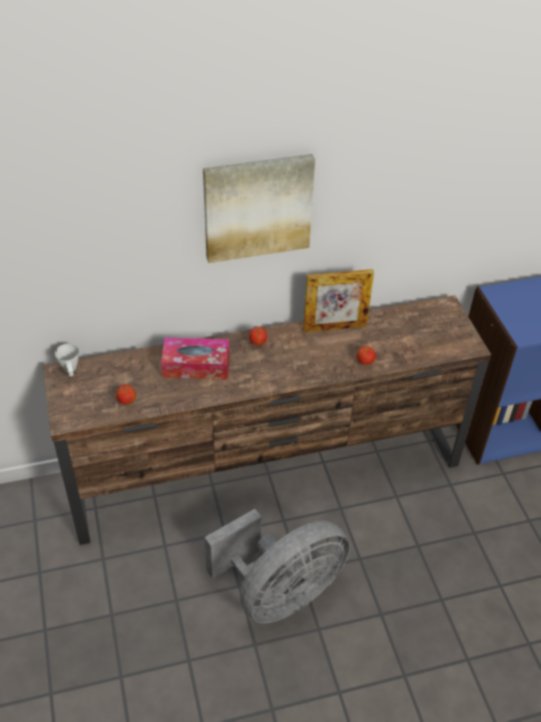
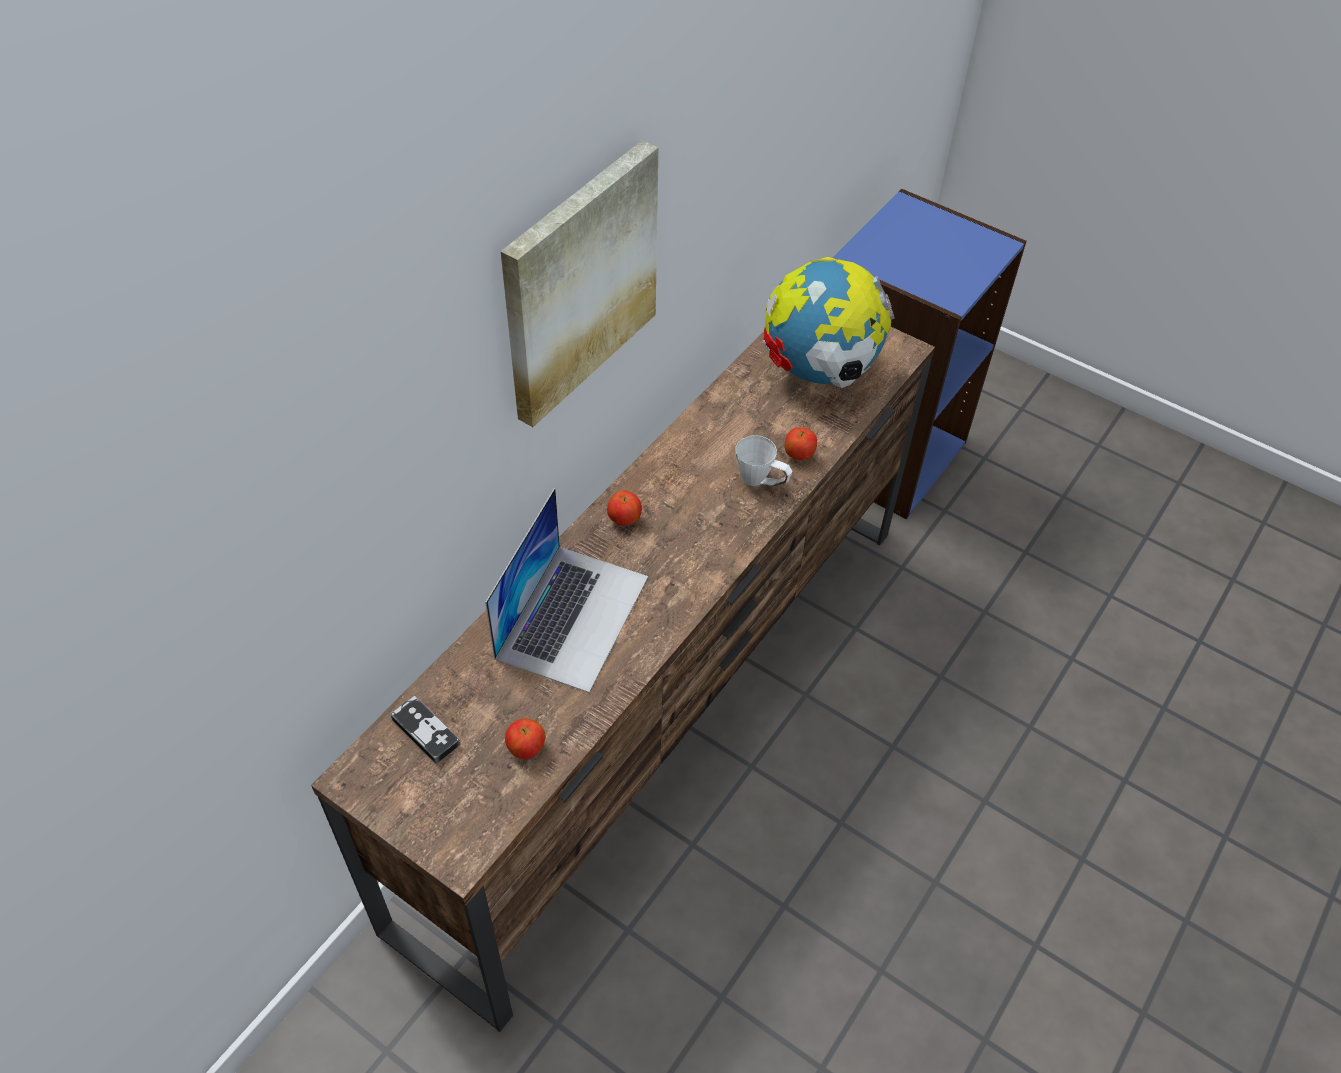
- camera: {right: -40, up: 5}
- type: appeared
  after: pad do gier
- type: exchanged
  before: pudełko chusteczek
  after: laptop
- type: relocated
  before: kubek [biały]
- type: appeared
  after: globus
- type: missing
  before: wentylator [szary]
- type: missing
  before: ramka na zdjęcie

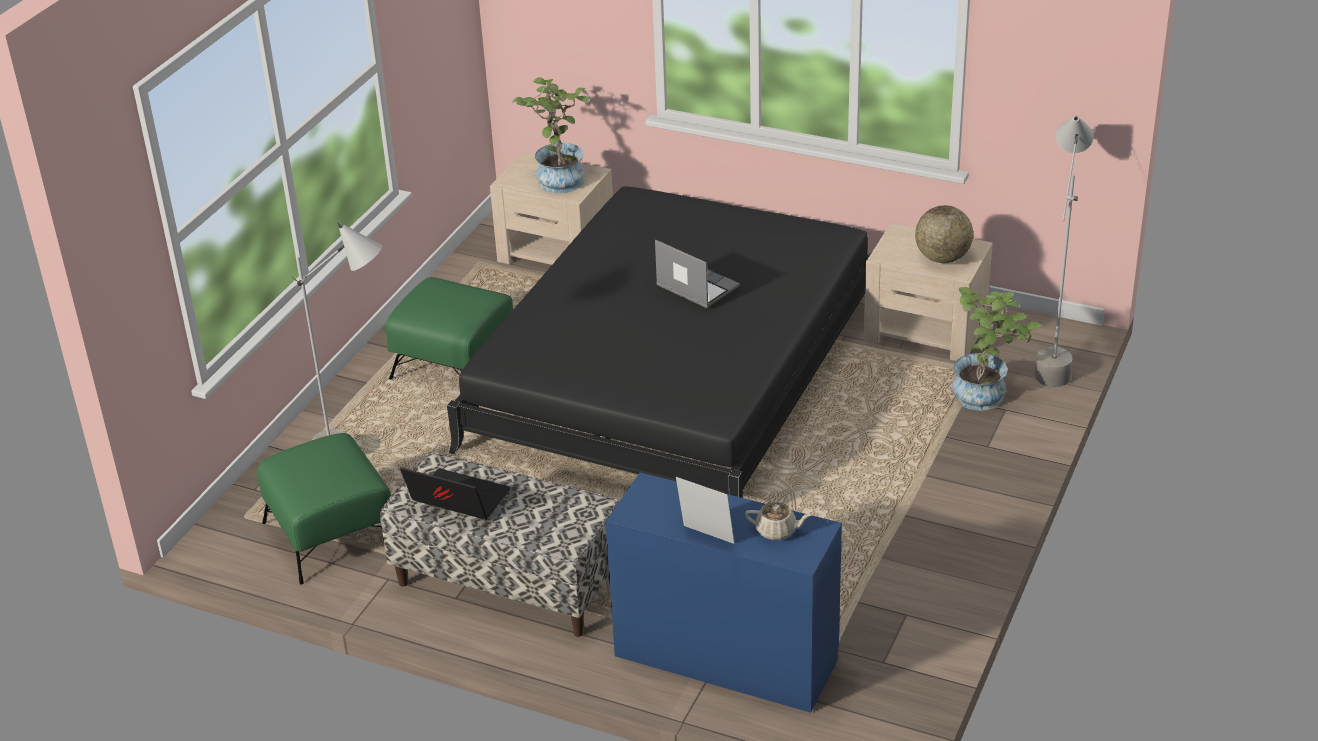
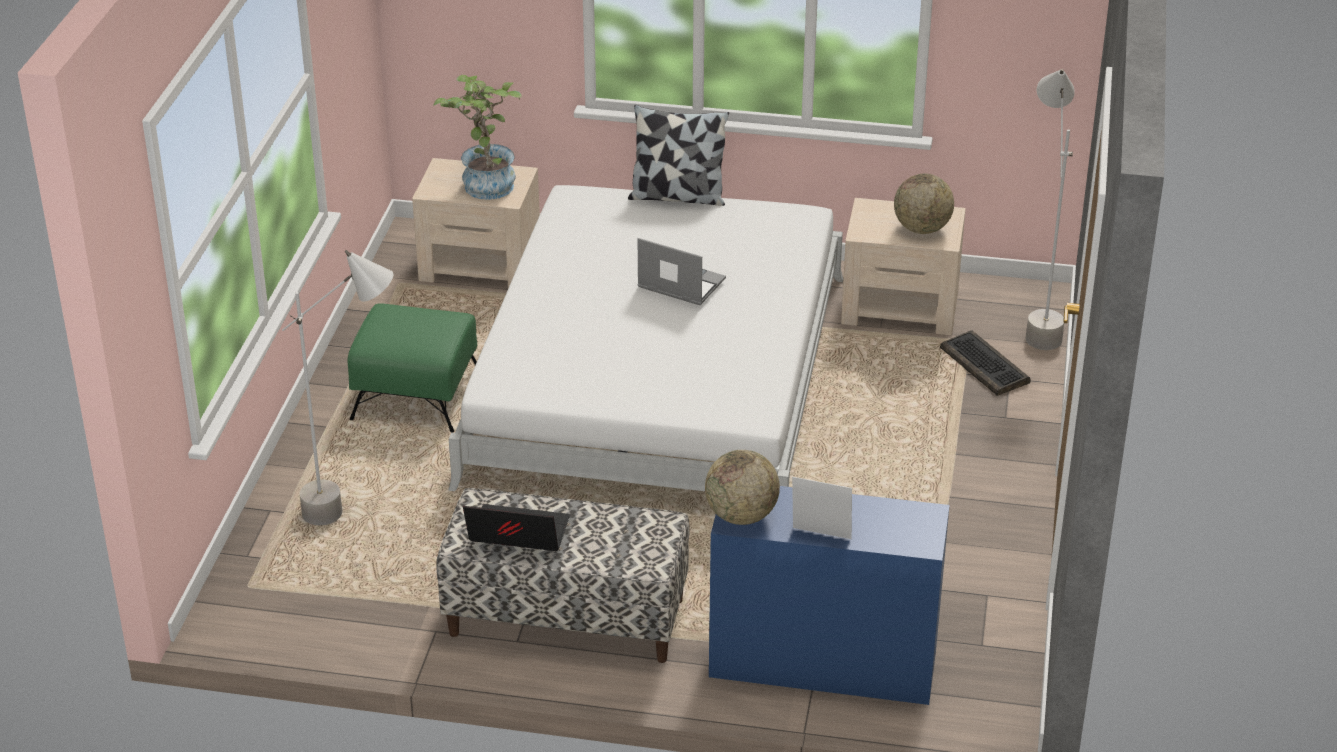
- camera: {right: -15, up: 0}
- type: colour
  before: łóżko [czarny]
  after: łóżko [biały]
- type: appeared
  after: poduszka
- type: appeared
  after: globus (no. 1 from left)
- type: exchanged
  before: roślina doniczkowa (no. 2 from left)
  after: klawiatura
- type: missing
  before: pufa [zielony] (no. 1 from left)
- type: missing
  before: imbryk [beżowy]

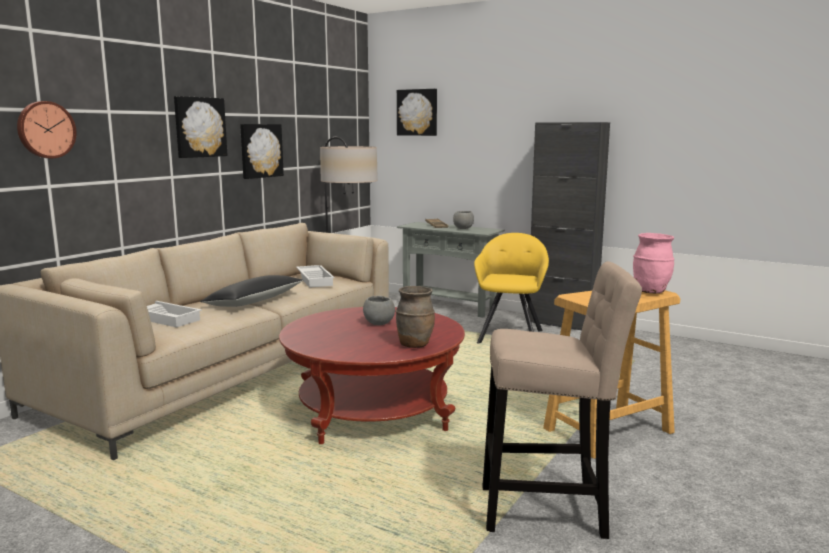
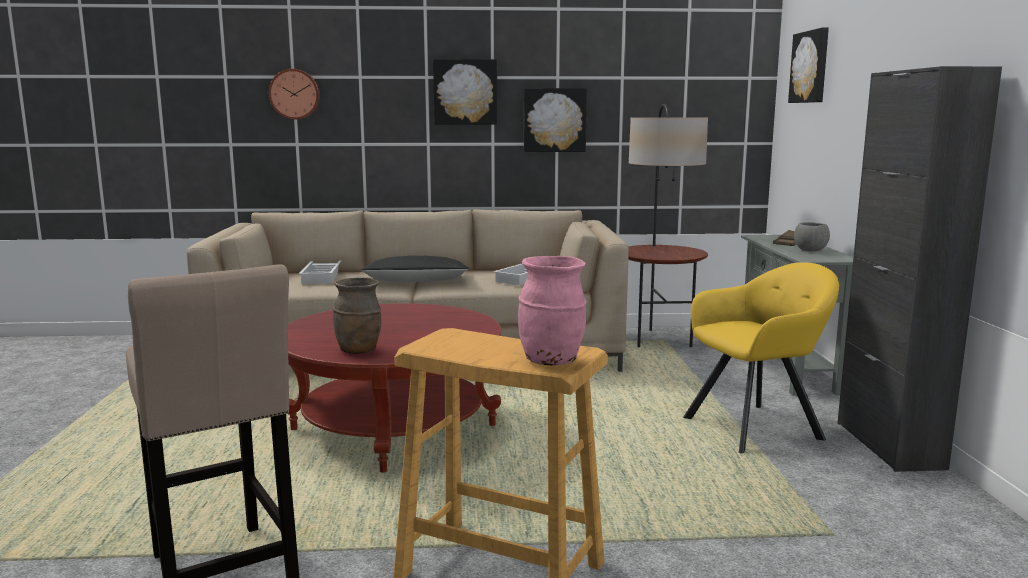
- camera: {right: 55, up: 0}
- type: missing
  before: miska [szary] (no. 1 from left)

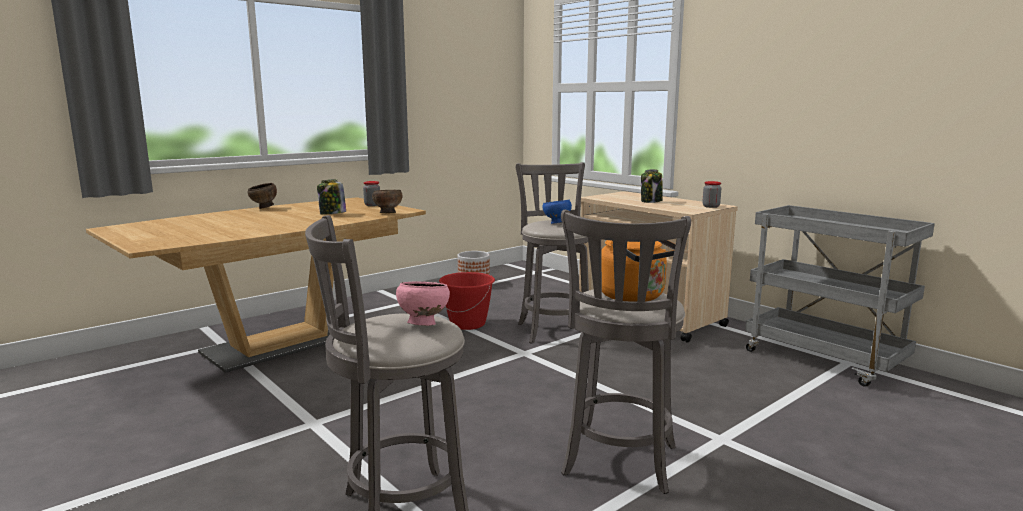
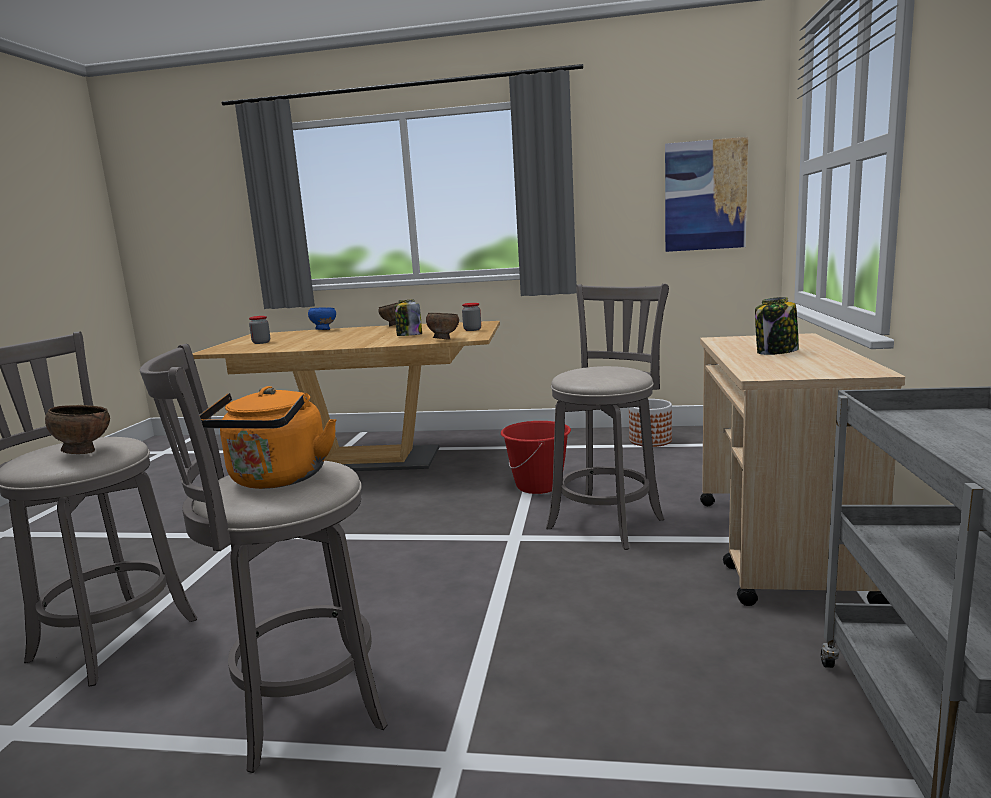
- camera: {right: 50, up: 0}
- type: colour
  before: miska [różowy]
  after: miska [brązowy] (no. 1 from left)
- type: relocated
  before: słoik (no. 4 from left in the first image)
  after: słoik (no. 1 from left)
- type: relocated
  before: miska [niebieski]
- type: appeared
  after: obraz

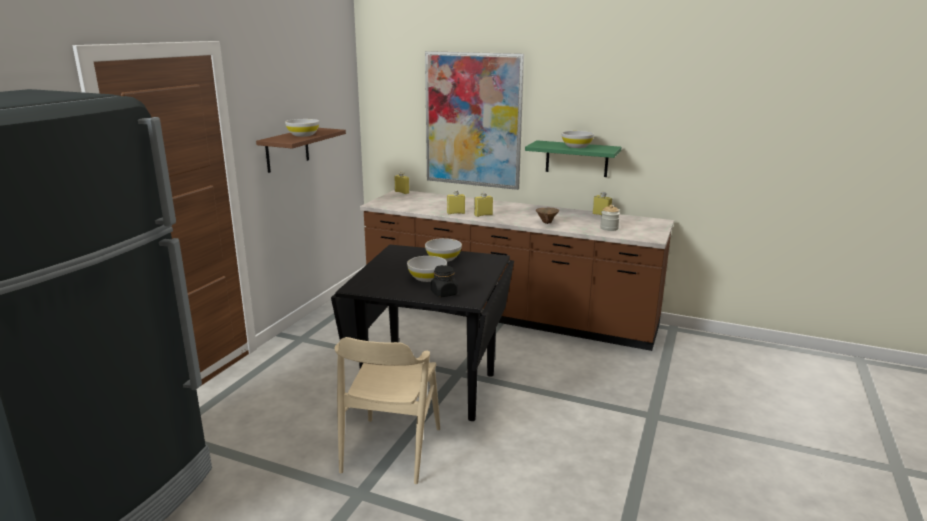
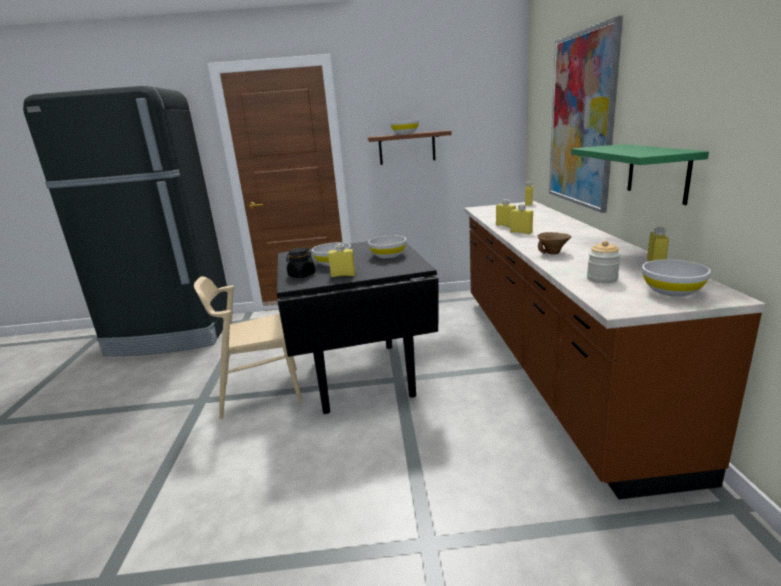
- camera: {right: 65, up: 0}
- type: appeared
  after: butelka [żółty] (no. 1 from left)
- type: relocated
  before: miska [biały] (no. 4 from left)

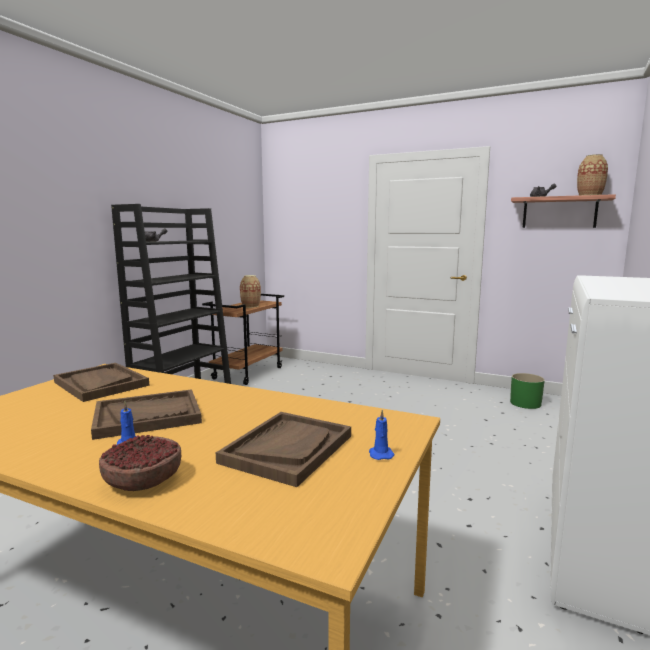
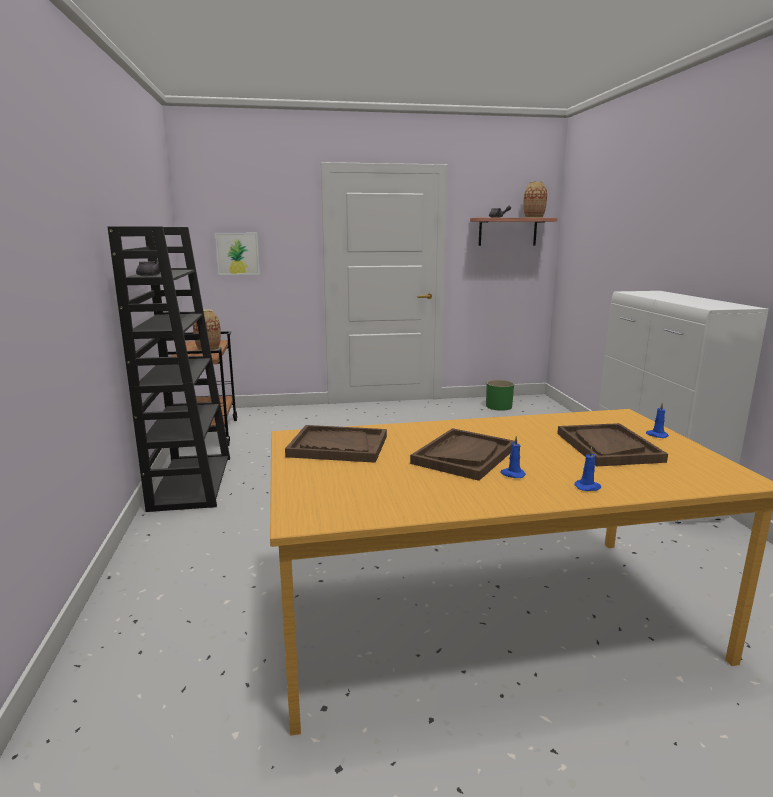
- camera: {right: -35, up: 5}
- type: appeared
  after: obraz
- type: exchanged
  before: miska
  after: świeca [niebieski] (no. 2 from left)

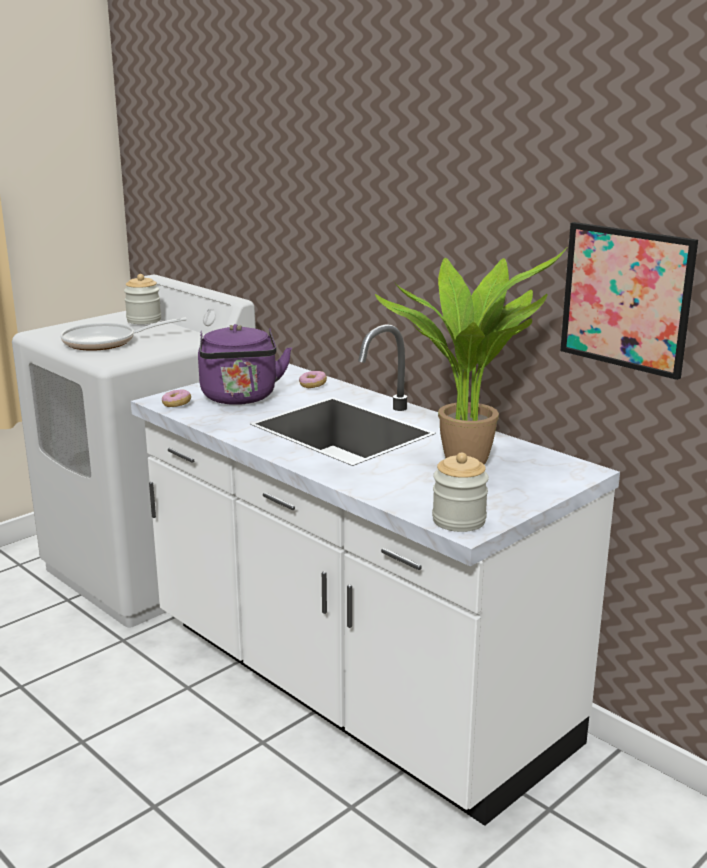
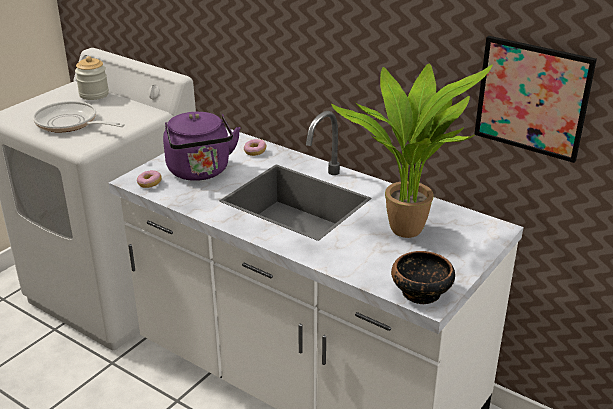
- camera: {right: -10, up: 10}
- type: spun
  before: patelnia
  turn: 60
- type: exchanged
  before: słoik (no. 2 from left)
  after: miska

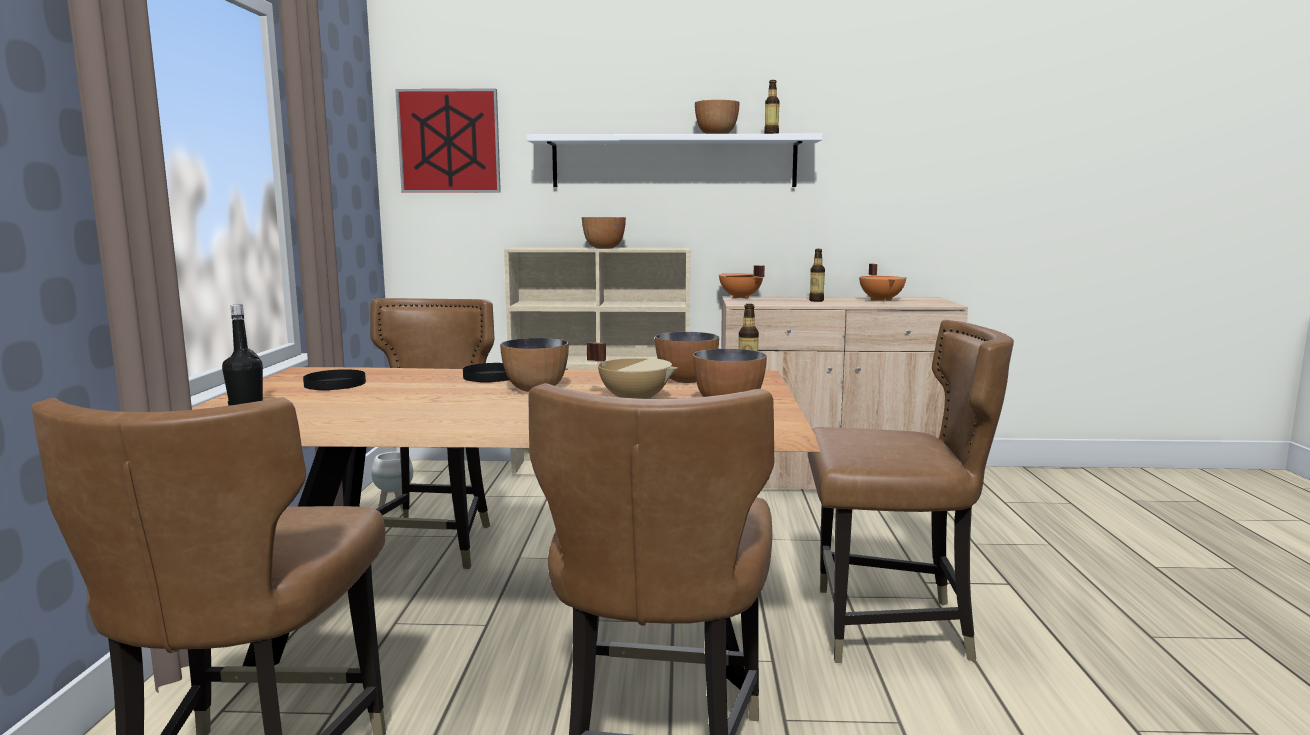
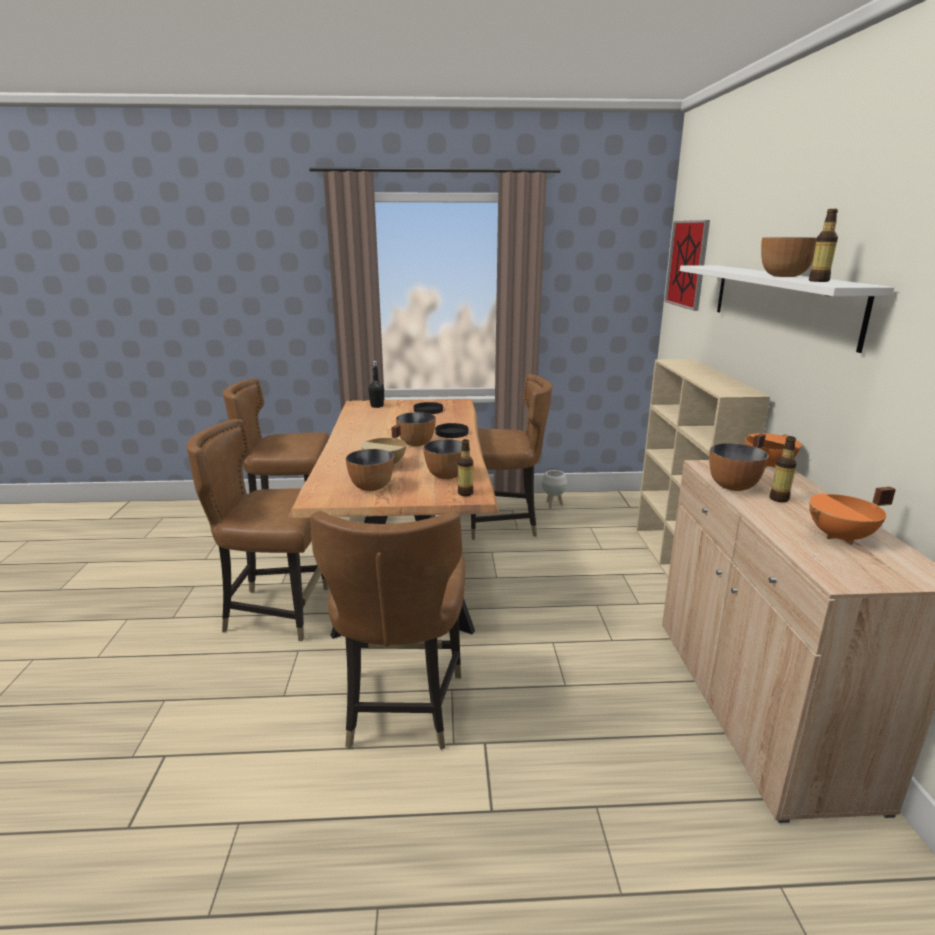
- camera: {right: 85, up: 10}
- type: relocated
  before: miska (no. 2 from left in the first image)
  after: miska (no. 4 from left)

